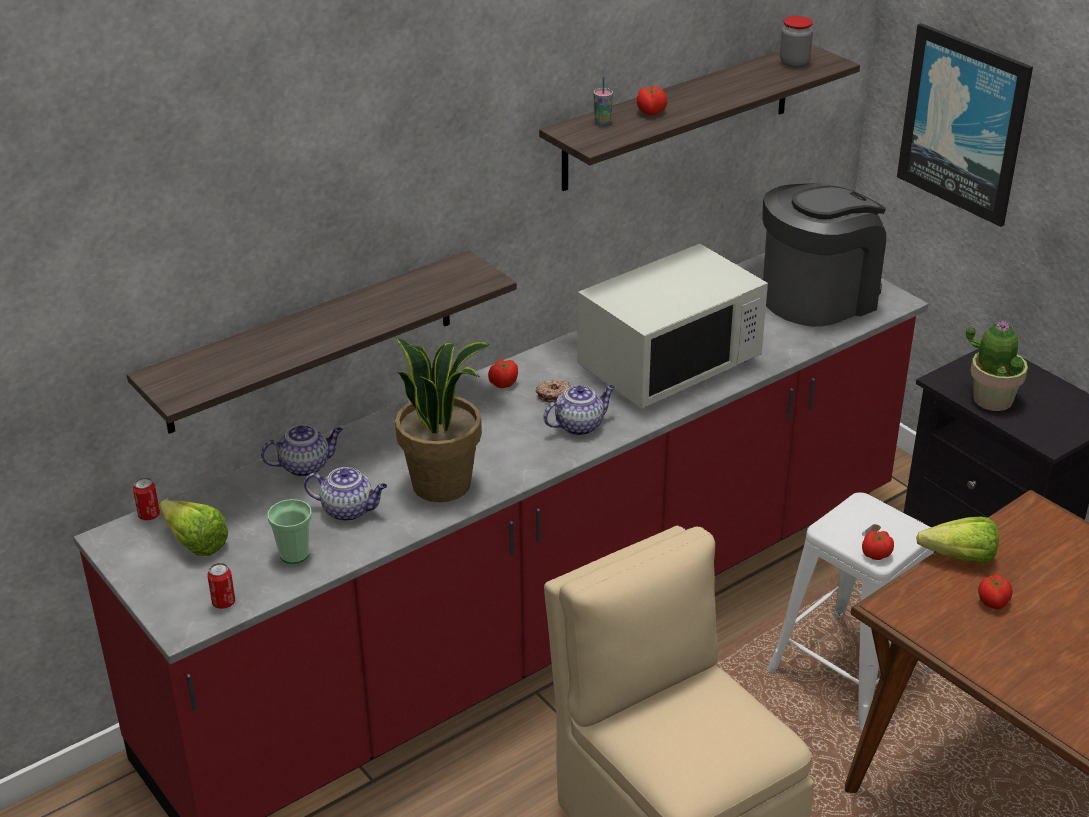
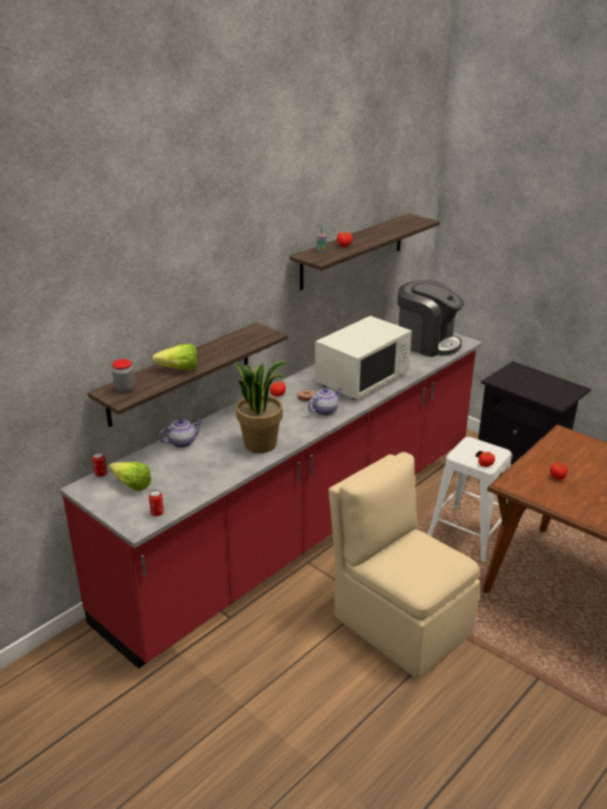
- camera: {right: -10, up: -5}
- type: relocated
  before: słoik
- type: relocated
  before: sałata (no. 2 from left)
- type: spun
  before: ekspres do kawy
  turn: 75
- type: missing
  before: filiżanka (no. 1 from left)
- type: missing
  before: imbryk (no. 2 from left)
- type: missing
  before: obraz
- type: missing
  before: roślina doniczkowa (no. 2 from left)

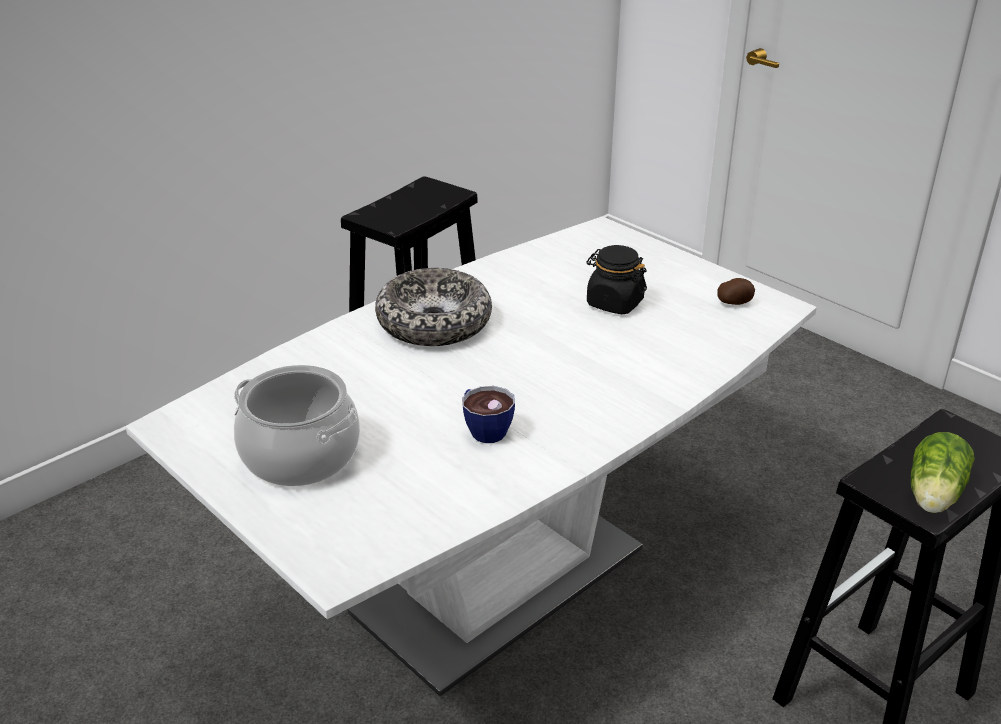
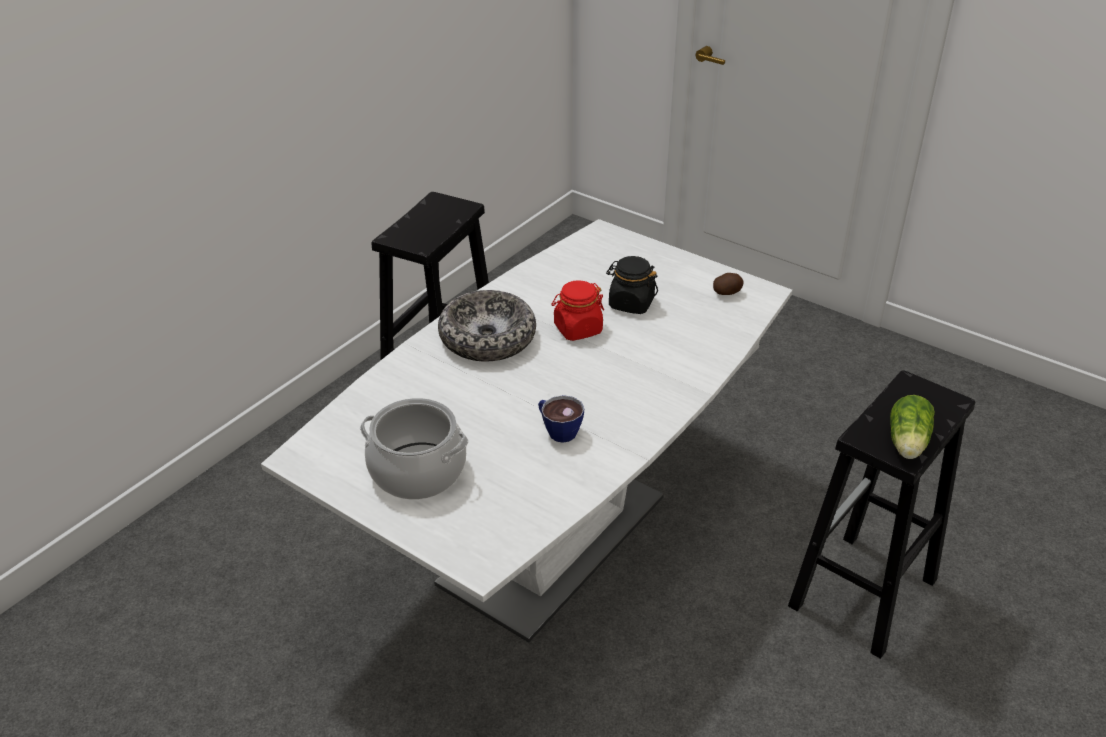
- camera: {right: -10, up: 5}
- type: appeared
  after: słoik [czerwony]

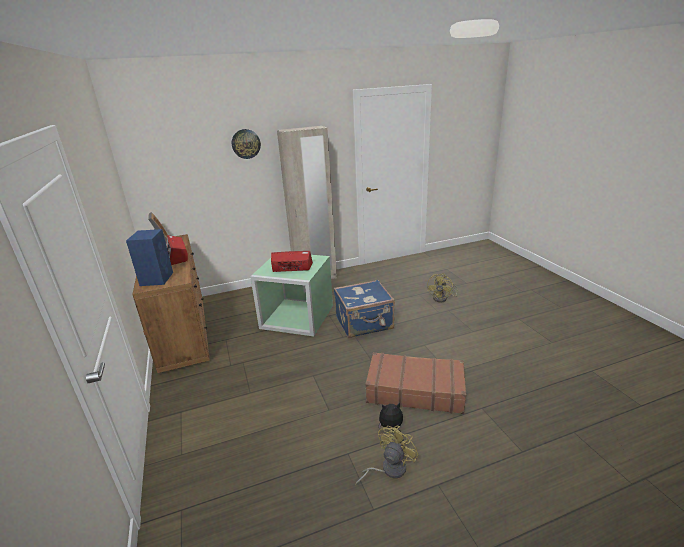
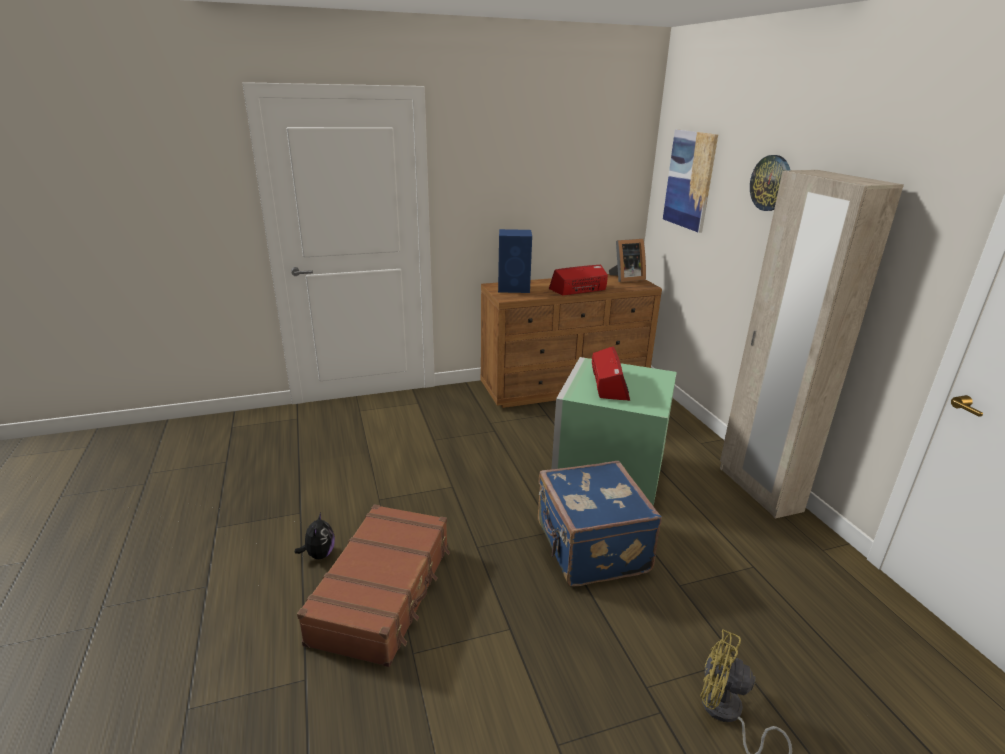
- camera: {right: 90, up: 0}
- type: appeared
  after: obraz
- type: missing
  before: wentylator [żółty] (no. 1 from left)

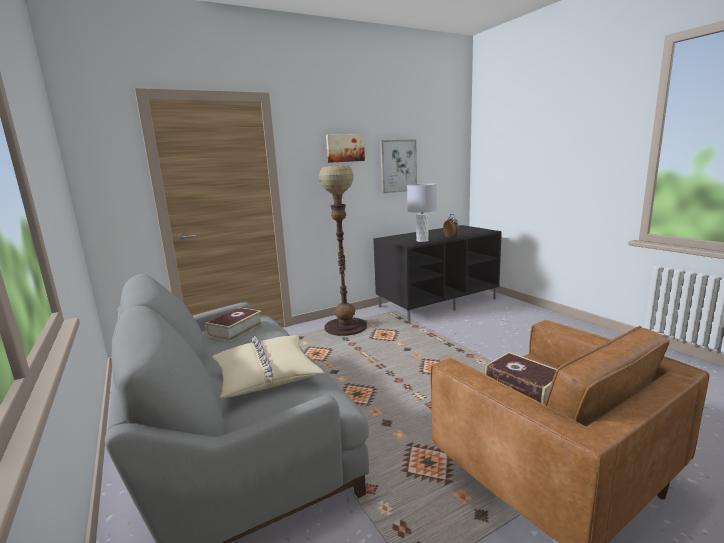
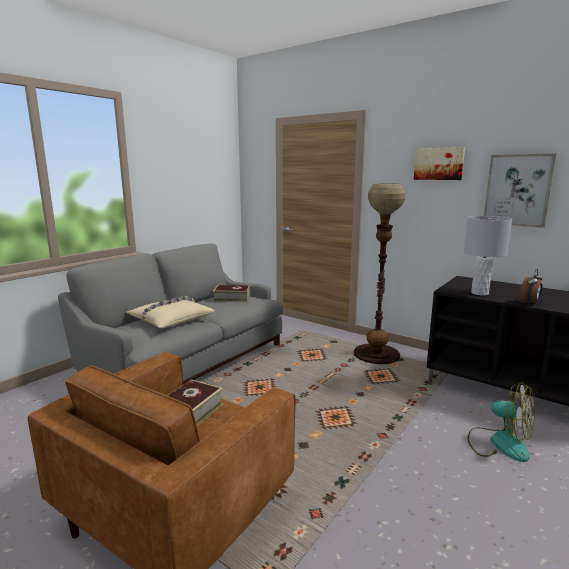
- camera: {right: 65, up: 0}
- type: appeared
  after: wentylator

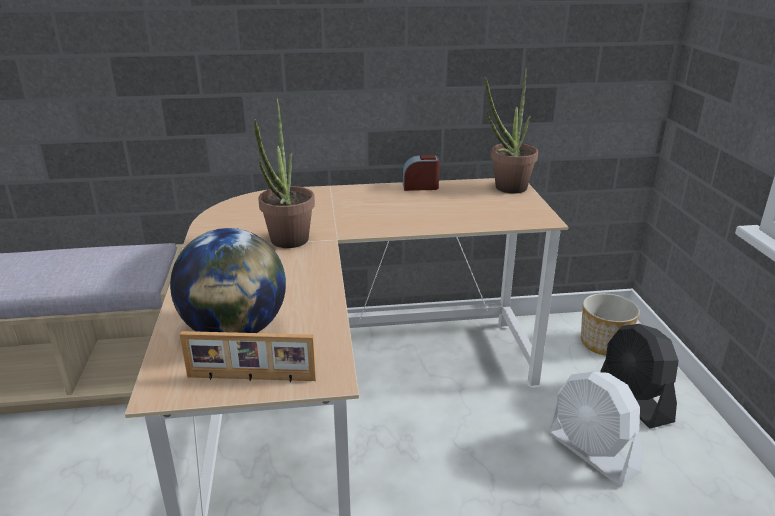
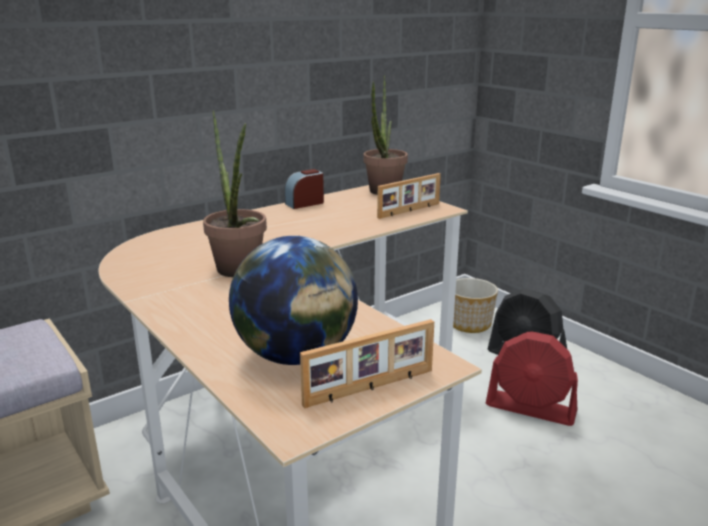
- camera: {right: -30, up: -5}
- type: appeared
  after: ramka na zdjęcie (no. 2 from left)
- type: colour
  before: wentylator [biały]
  after: wentylator [czerwony]

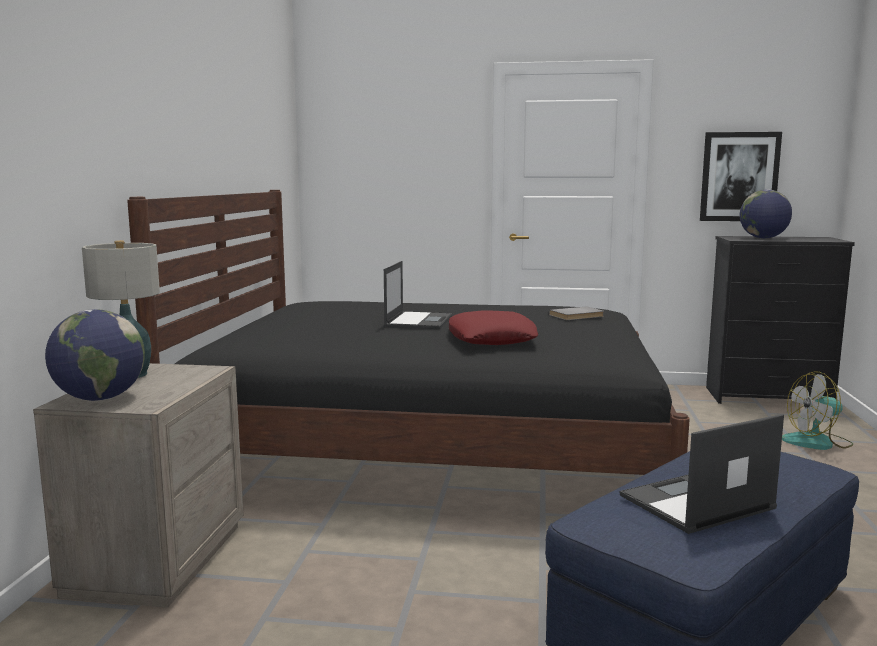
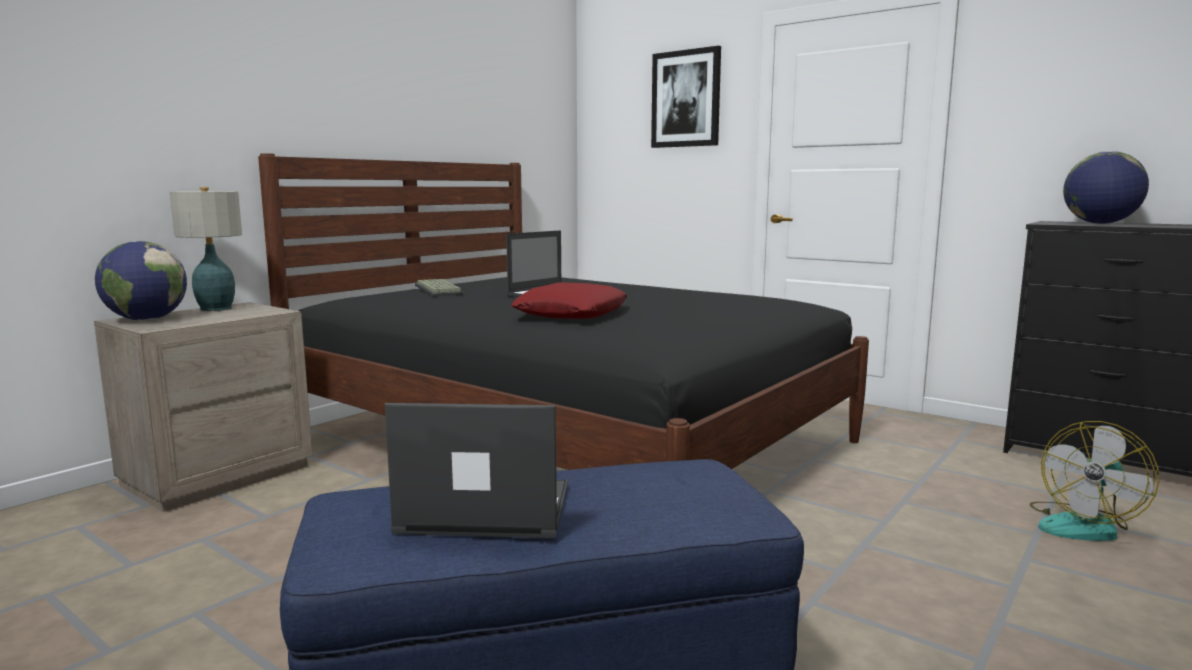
- camera: {right: 30, up: 0}
- type: appeared
  after: klawiatura
- type: relocated
  before: obraz
- type: spun
  before: wentylator
  turn: -60
- type: missing
  before: książka [szary]

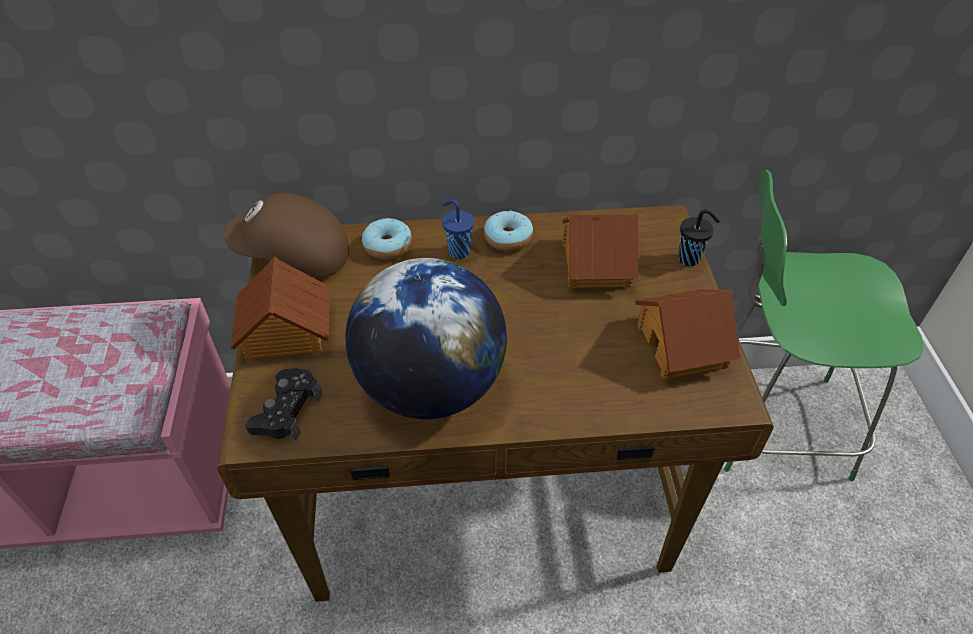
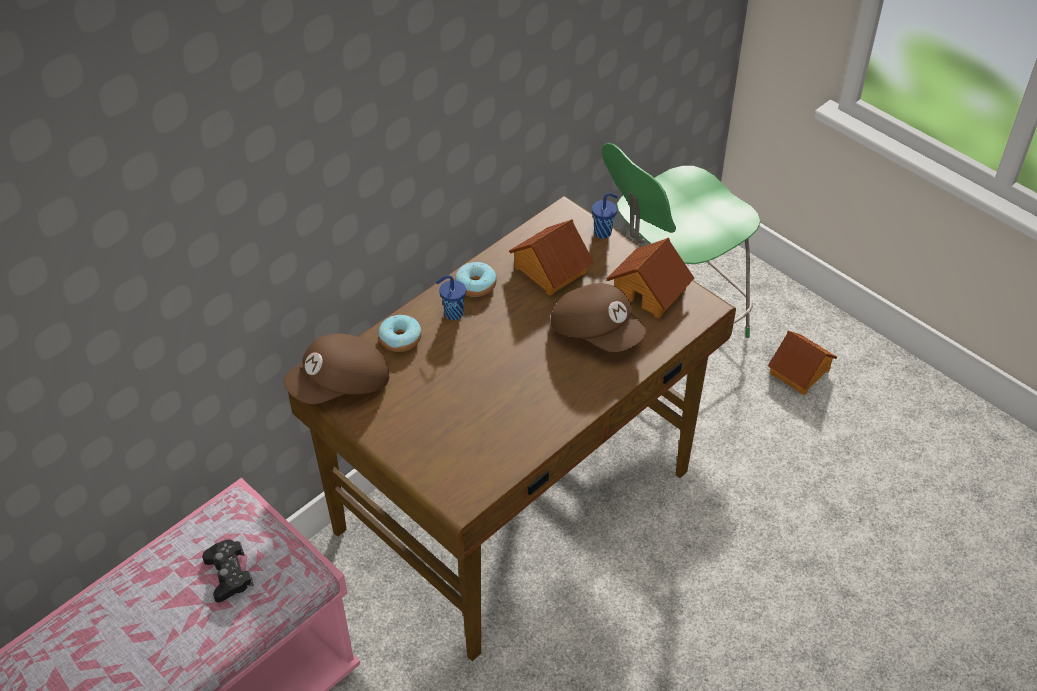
- camera: {right: -40, up: 0}
- type: relocated
  before: pad do gier [czarny]
- type: appeared
  after: czapka z daszkiem [brązowy] (no. 2 from left)
- type: colour
  before: filiżanka [czarny]
  after: filiżanka [niebieski] (no. 2 from left)
- type: relocated
  before: domek (no. 1 from left in the first image)
  after: domek (no. 3 from left)
- type: missing
  before: globus

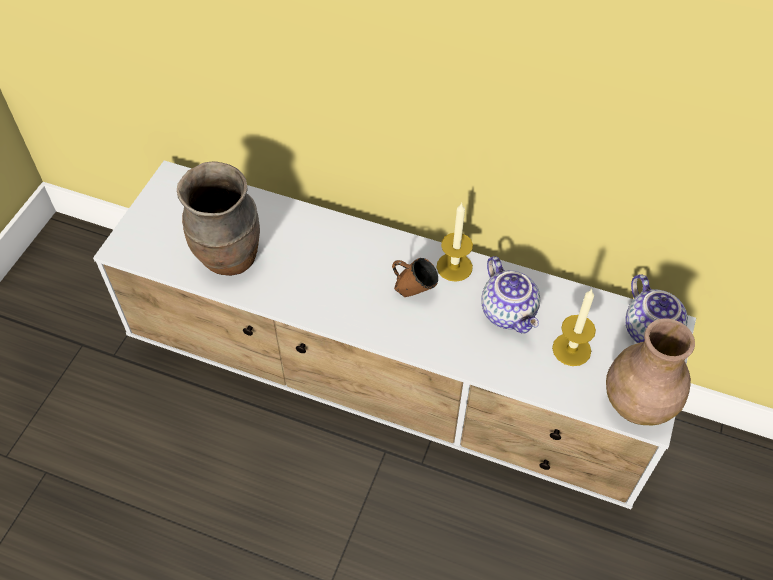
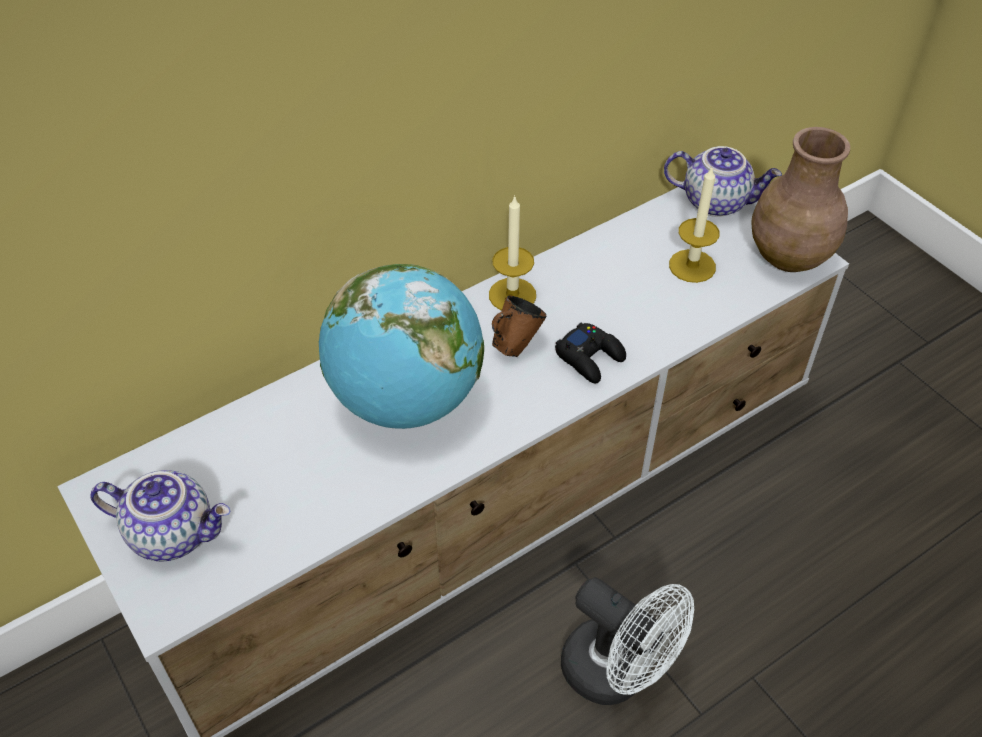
- camera: {right: -55, up: -5}
- type: relocated
  before: imbryk (no. 1 from left)
- type: appeared
  after: globus
- type: appeared
  after: pad do gier [czarny]
- type: appeared
  after: wentylator [biały]
- type: missing
  before: wazon [brązowy] (no. 1 from left)

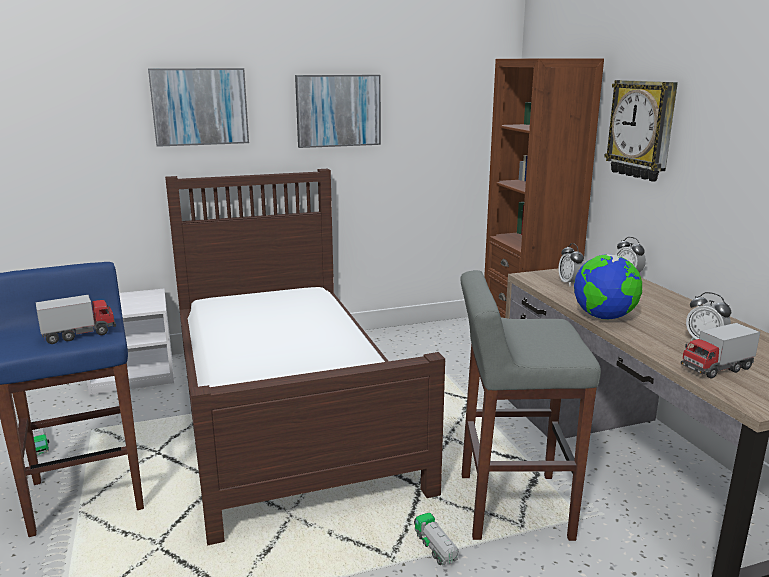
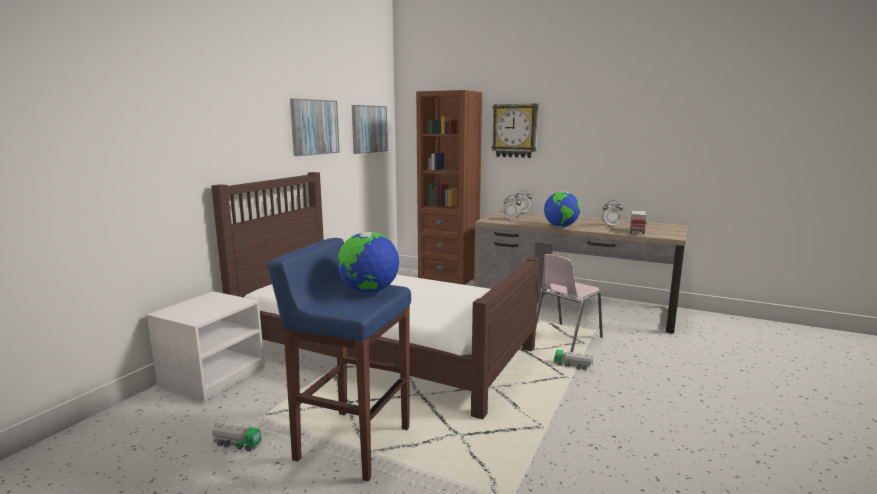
- camera: {right: -45, up: -5}
- type: exchanged
  before: ciężarówka zabawkowa (no. 2 from left)
  after: globus (no. 1 from left)
- type: relocated
  before: obraz (no. 1 from left in the first image)
  after: obraz (no. 2 from left)
- type: exchanged
  before: stołek [szary]
  after: krzesło [różowy]

